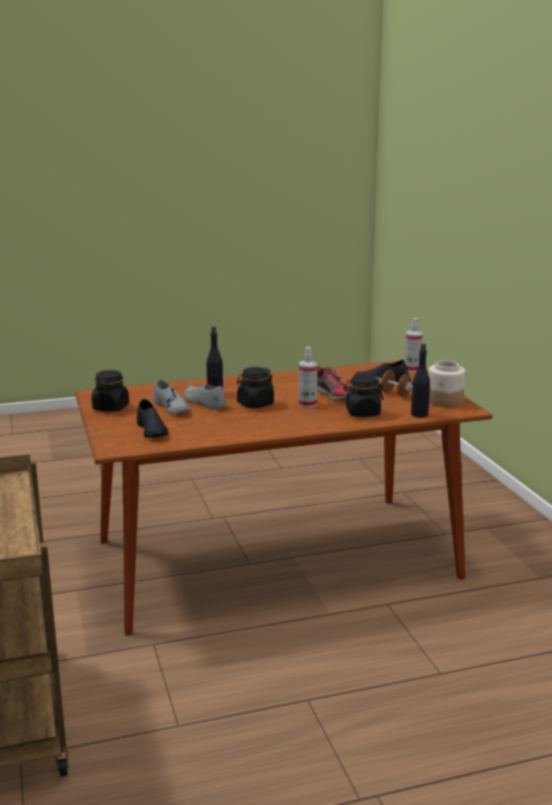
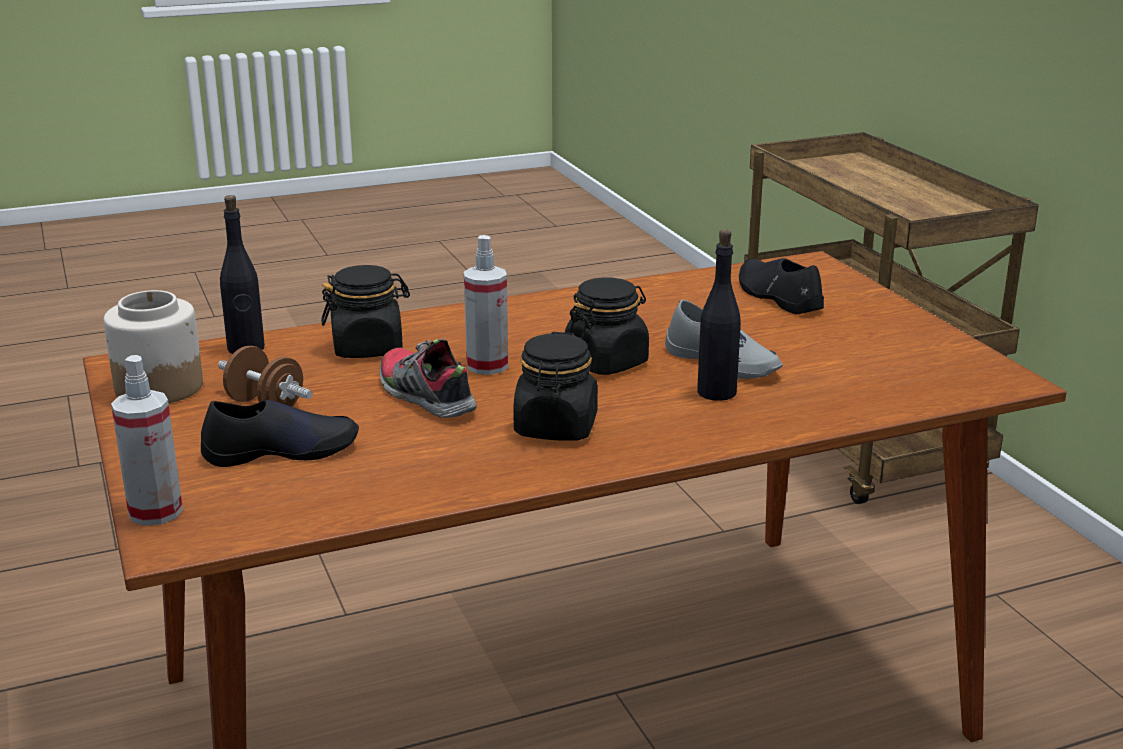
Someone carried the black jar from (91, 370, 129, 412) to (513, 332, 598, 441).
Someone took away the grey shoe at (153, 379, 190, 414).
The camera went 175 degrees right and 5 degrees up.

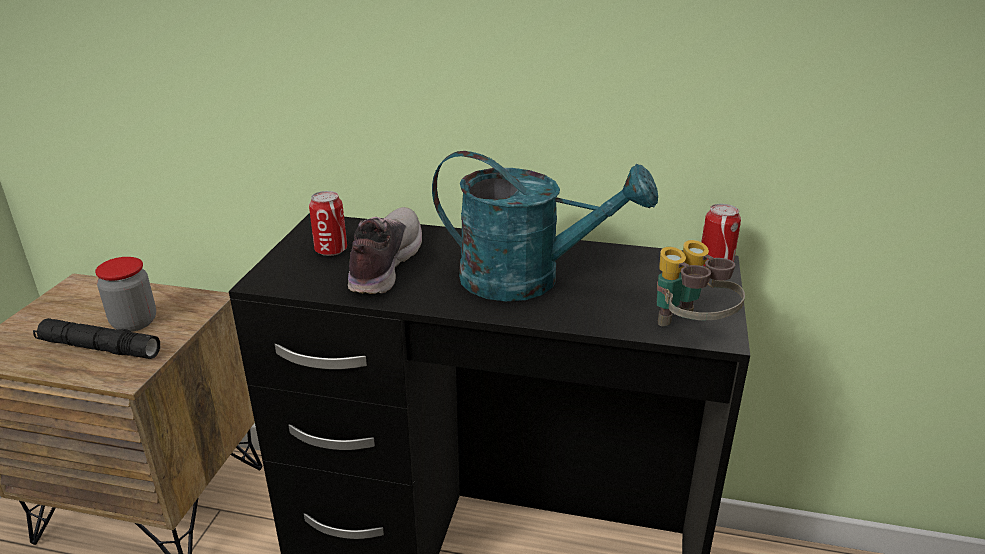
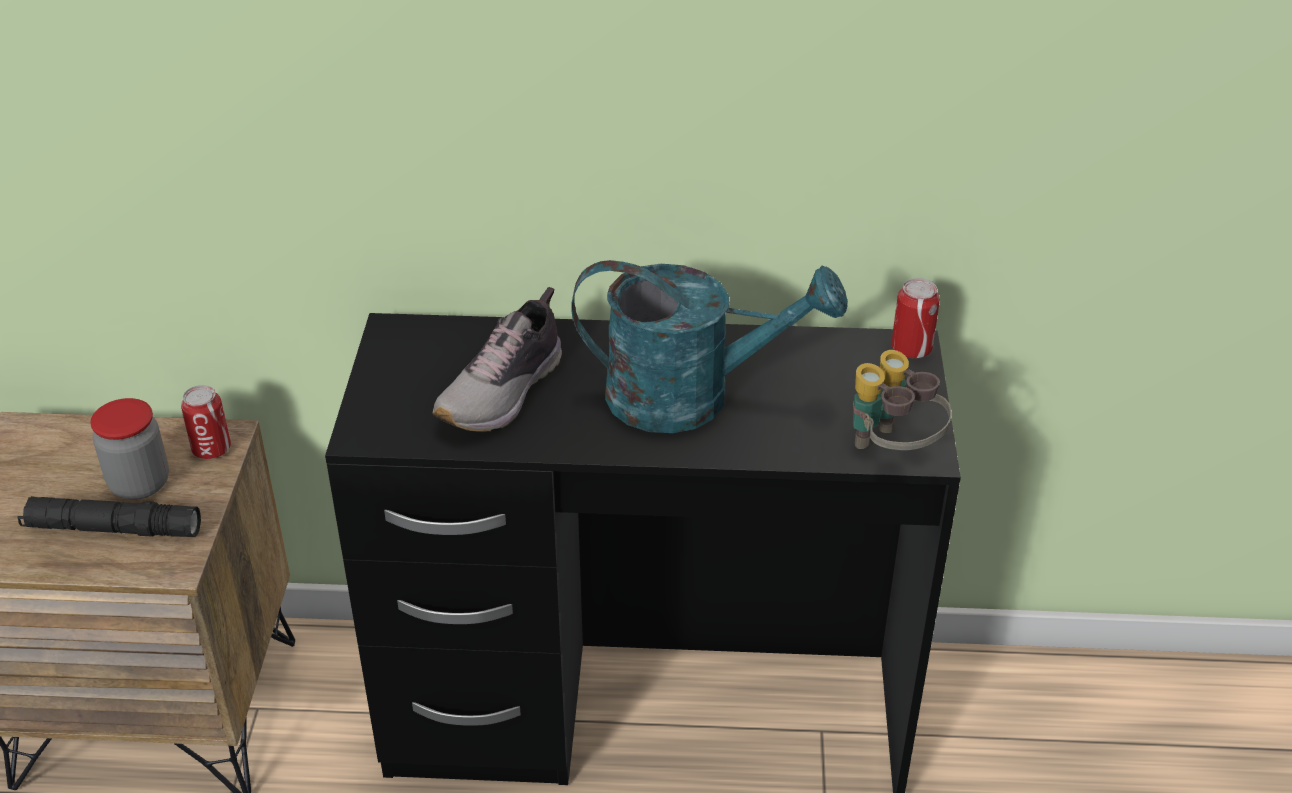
Someone carried the can from (309, 191, 347, 256) to (181, 385, 231, 459).
Someone rotated the shoe at (348, 207, 422, 294) by 150 degrees counterclockwise.
The camera went 10 degrees left and 10 degrees up.

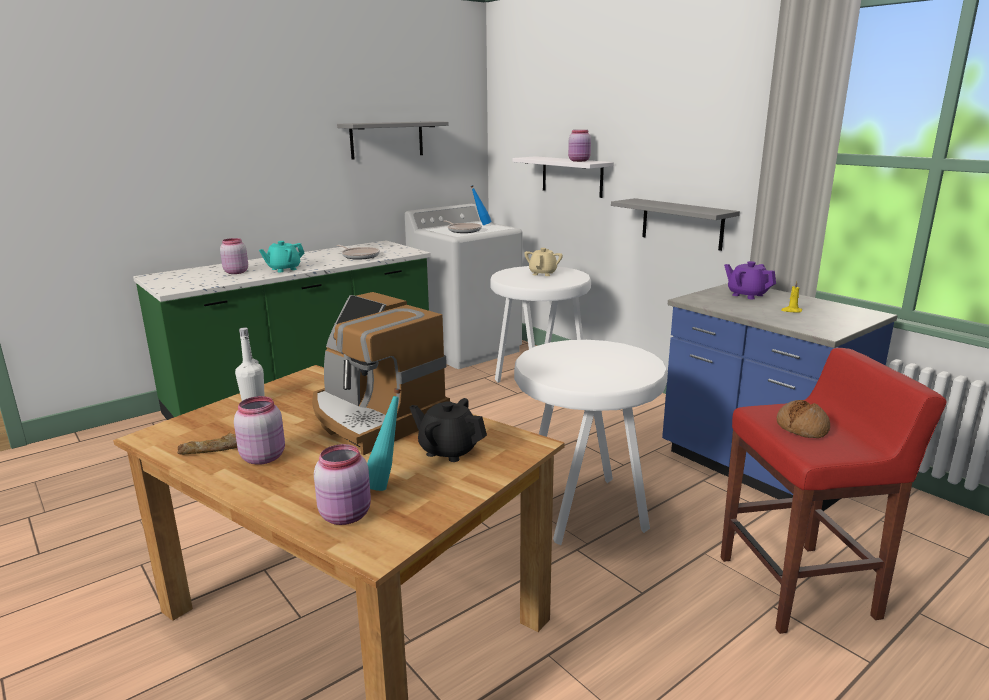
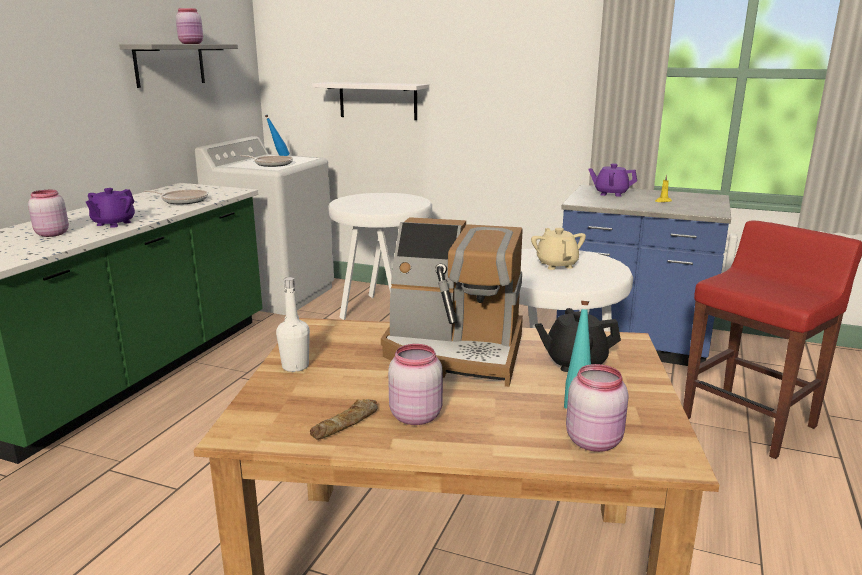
Someone repainted the turquoise teapot at (259, 241, 305, 272), which became the purple teapot at (86, 188, 135, 228).
Someone carried the pink jar from (568, 130, 591, 162) to (176, 8, 203, 44).
Someone carried the beige teapot from (524, 248, 563, 276) to (531, 228, 586, 270).
Someone took away the grey shelf at (611, 198, 740, 251).
Someone took away the bread at (777, 400, 830, 438).
The camera went 30 degrees left and 0 degrees up.

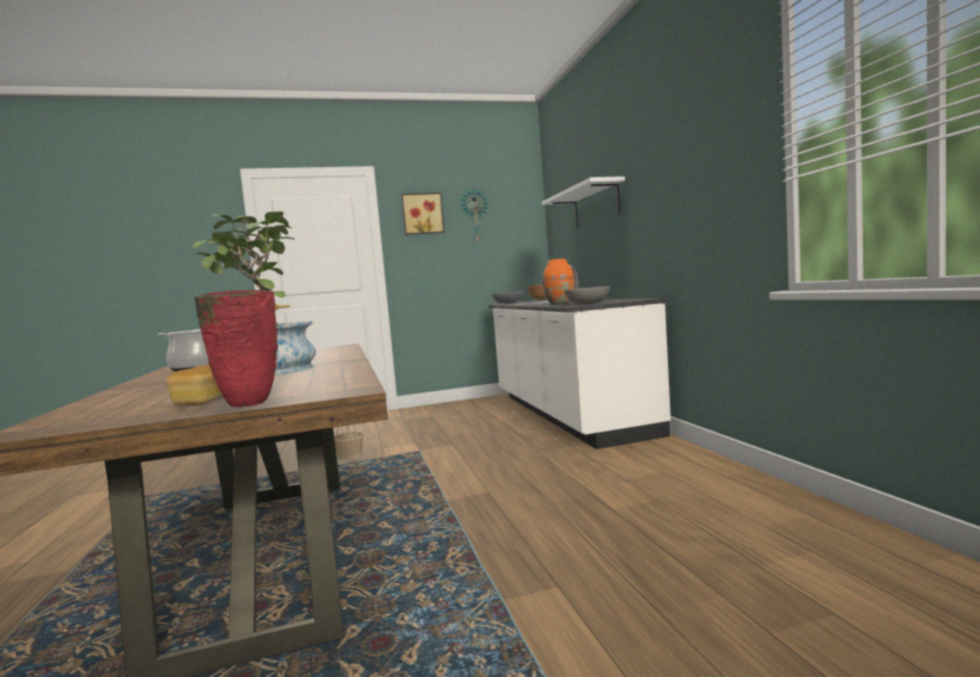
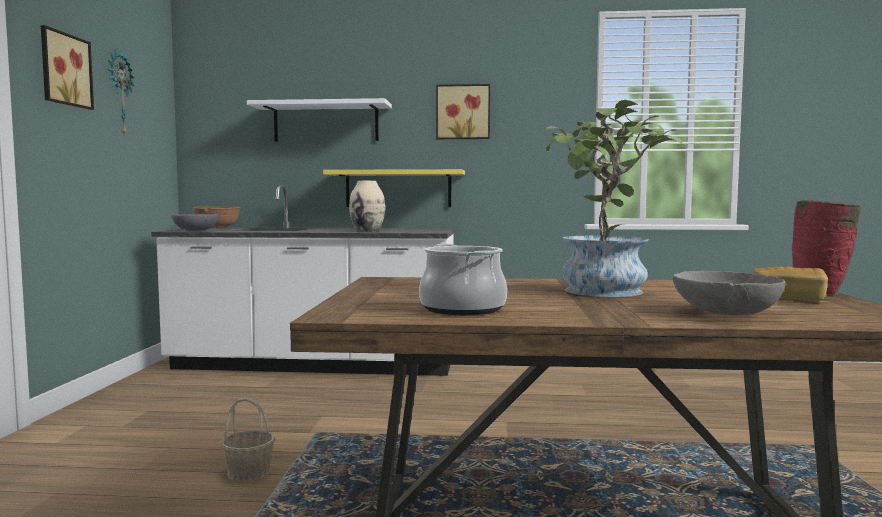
Someone put up the yellow shelf at (323, 169, 465, 207).
Someone repainted the orange vase at (543, 259, 575, 305), which became the beige vase at (349, 181, 385, 232).
Someone put up the picture at (436, 84, 490, 139).
Someone carried the grey bowl from (564, 286, 610, 304) to (673, 271, 785, 315).
The camera went 70 degrees left and 0 degrees up.

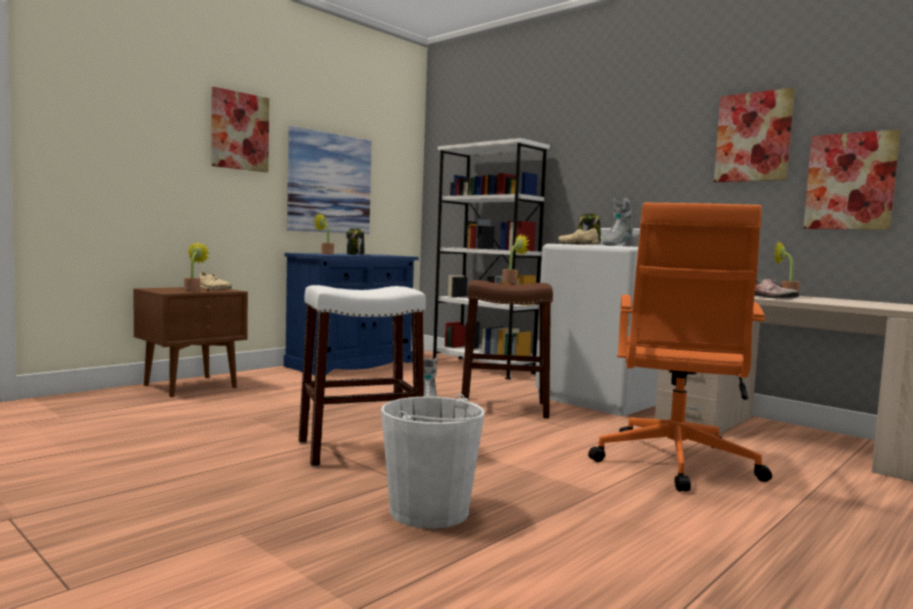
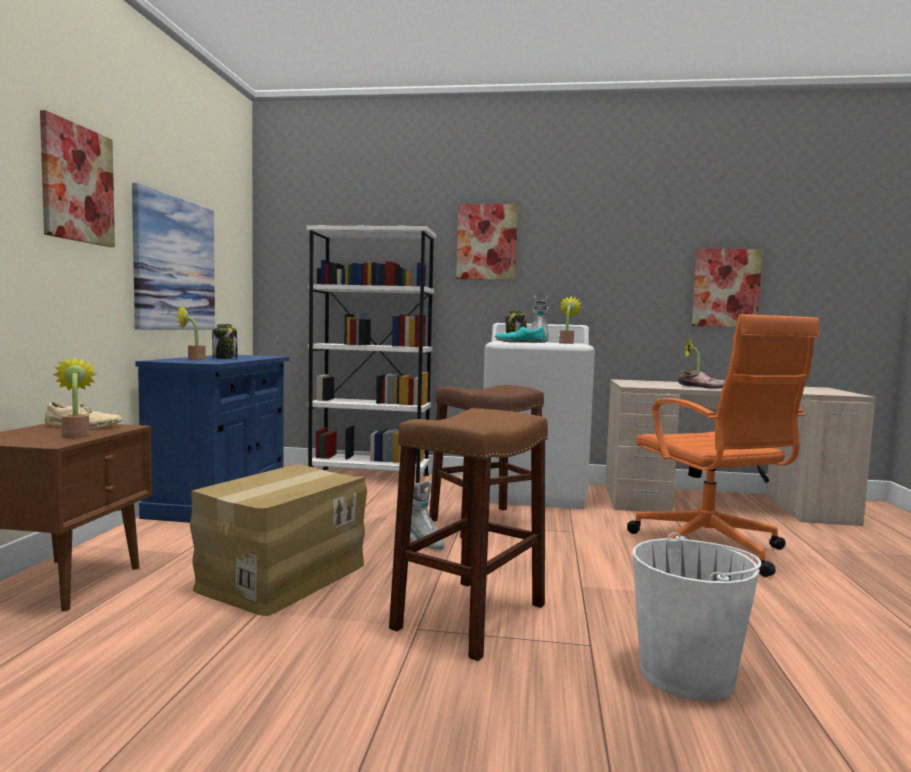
Someone put down the cardboard box at (190, 464, 367, 616).
Someone repainted the white stool at (299, 285, 426, 467), which became the brown stool at (389, 409, 548, 661).
Someone carried the picture from (714, 88, 795, 182) to (456, 204, 518, 280).
Someone repainted the beige shoe at (558, 228, 599, 245), which became the turquoise shoe at (495, 326, 545, 343).
Someone carried the potted plant from (502, 233, 530, 284) to (559, 296, 582, 344).
The camera went 35 degrees left and 0 degrees up.

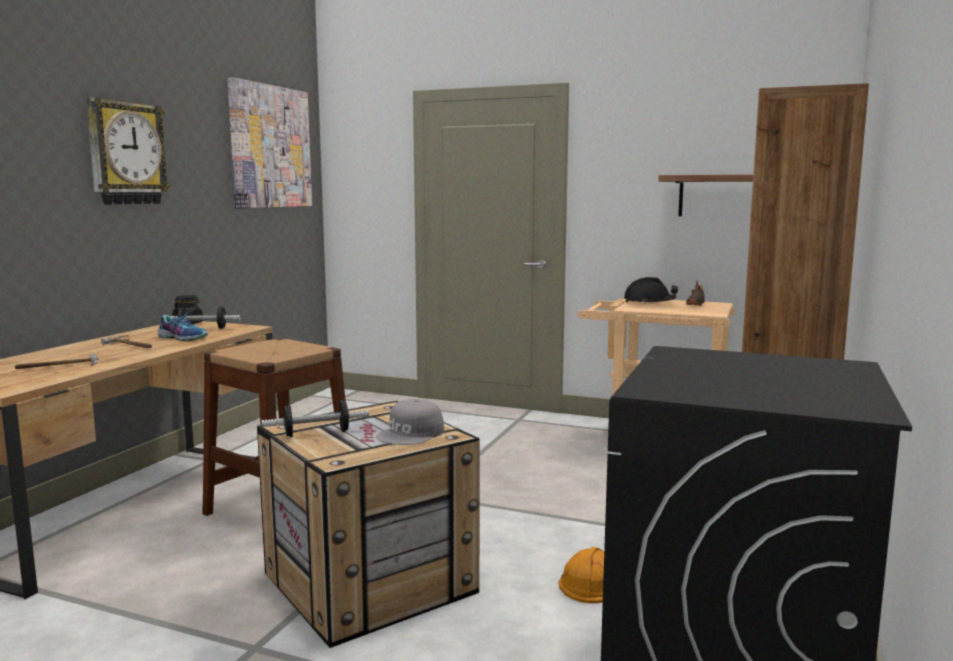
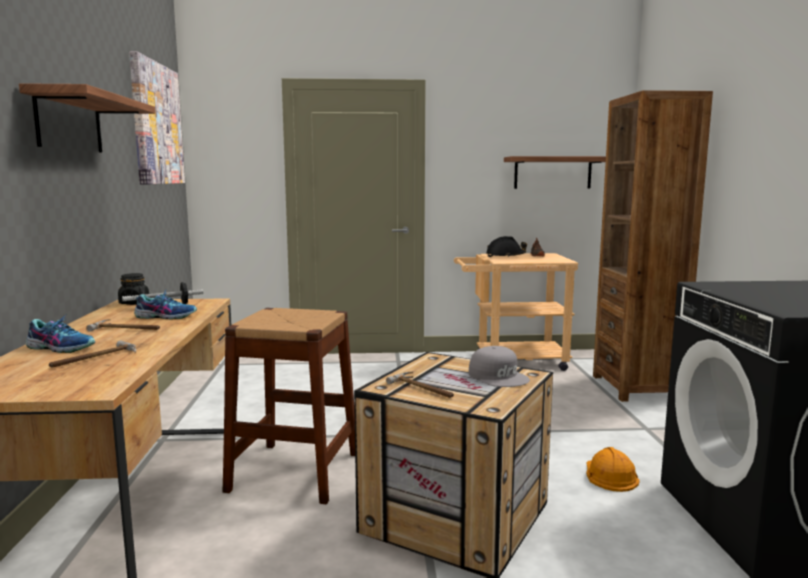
Someone swapped the wall clock at (86, 98, 170, 205) for the shelf at (19, 83, 155, 153).
Someone put down the shoe at (26, 314, 95, 353).
Someone swapped the dumbbell at (262, 400, 369, 437) for the hammer at (386, 372, 454, 398).
Someone rotated the grey cap at (376, 399, 444, 445) by 45 degrees counterclockwise.
The camera went 25 degrees left and 0 degrees up.

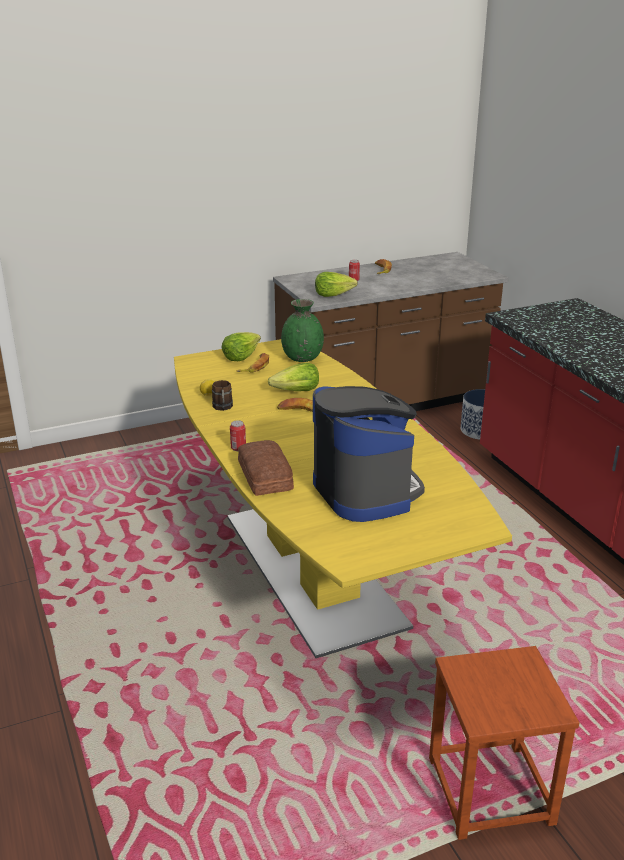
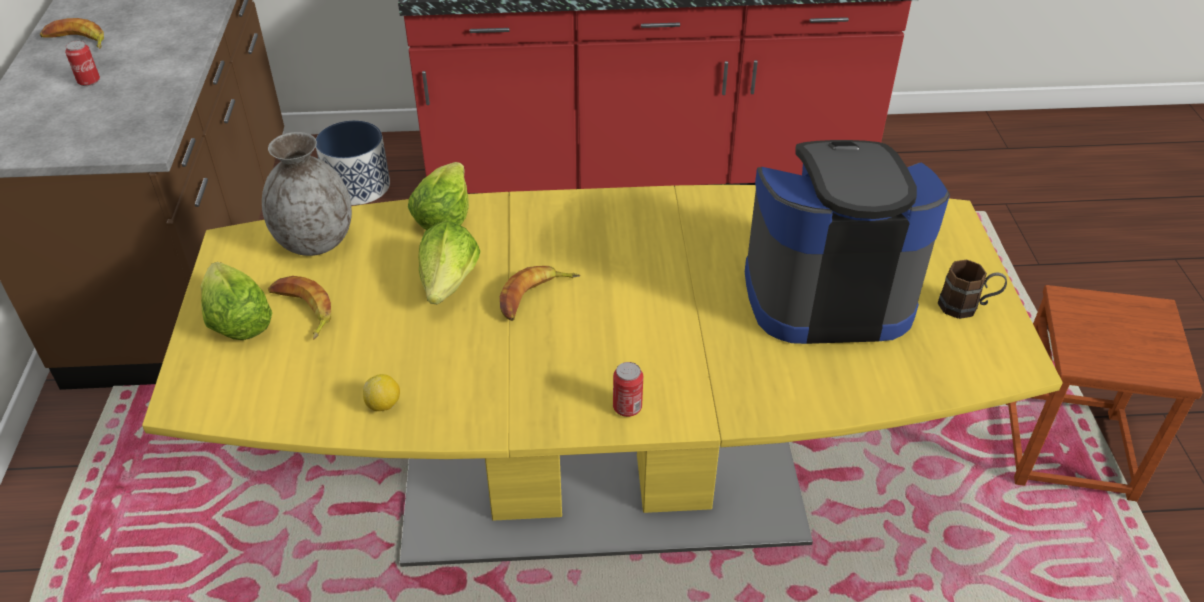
Someone repainted the green vase at (281, 299, 324, 362), which became the grey vase at (262, 132, 352, 256).
Someone carried the lettuce from (315, 272, 358, 297) to (408, 162, 469, 230).
Someone carried the brown mug from (212, 380, 233, 411) to (938, 259, 1007, 319).
Someone took away the bread at (238, 440, 294, 496).
The camera went 70 degrees left and 15 degrees up.

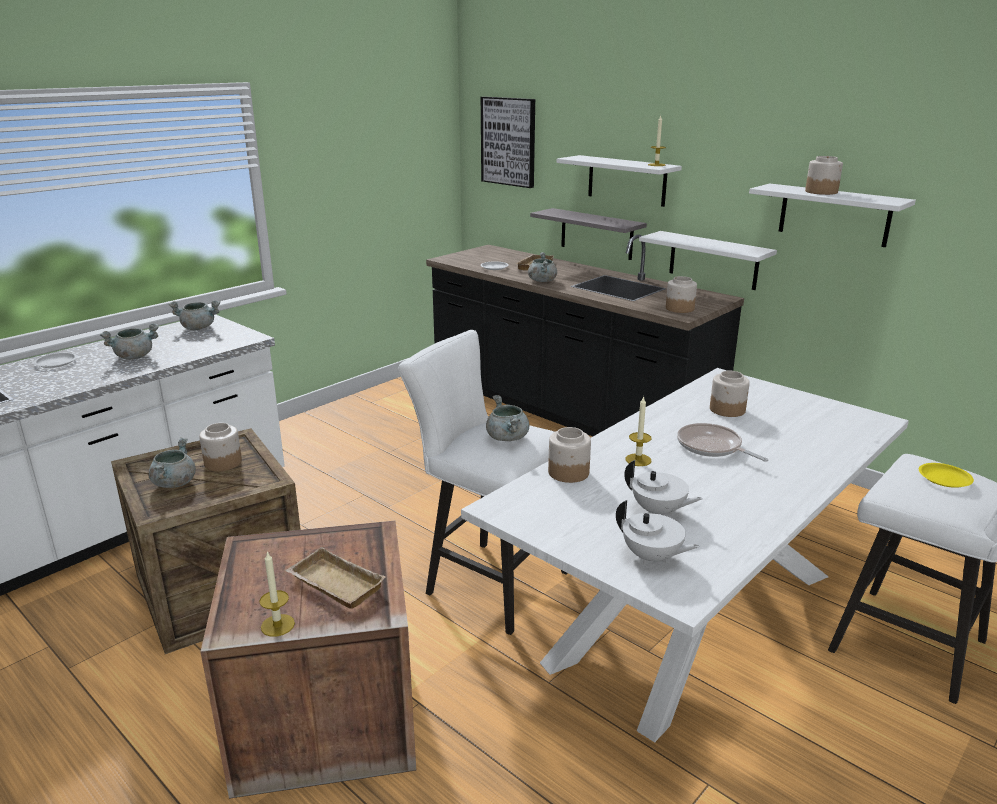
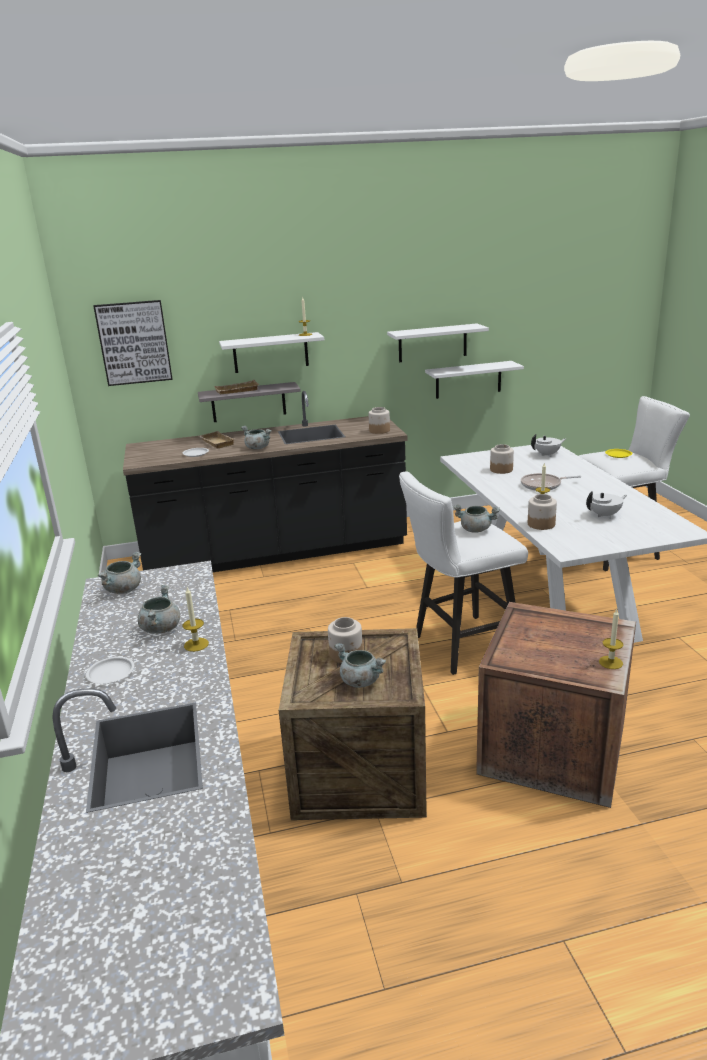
Someone put down the candle at (182, 587, 209, 652).
Someone carried the beige tray from (285, 547, 385, 609) to (214, 380, 259, 394).
Someone carried the white shelf from (639, 231, 777, 290) to (425, 361, 524, 399).
Someone carried the white teapot from (616, 500, 699, 565) to (531, 434, 566, 457).
Someone took away the jar at (805, 156, 843, 195).
The camera went 55 degrees left and 0 degrees up.

